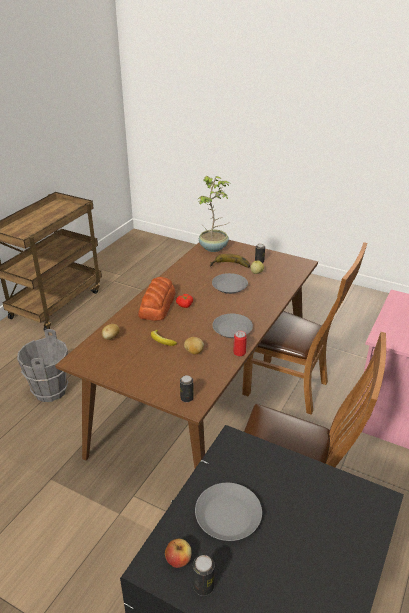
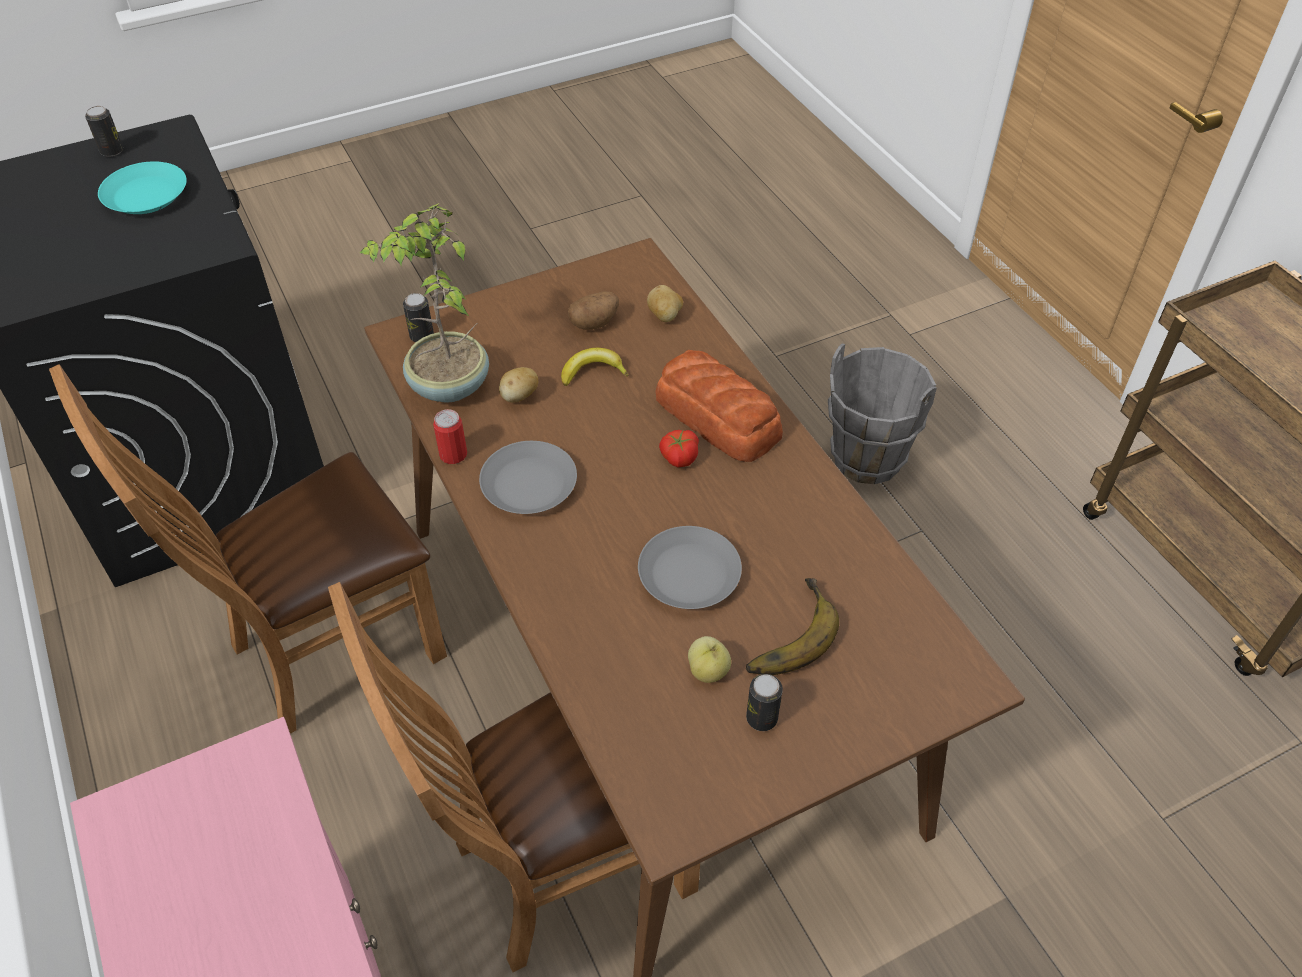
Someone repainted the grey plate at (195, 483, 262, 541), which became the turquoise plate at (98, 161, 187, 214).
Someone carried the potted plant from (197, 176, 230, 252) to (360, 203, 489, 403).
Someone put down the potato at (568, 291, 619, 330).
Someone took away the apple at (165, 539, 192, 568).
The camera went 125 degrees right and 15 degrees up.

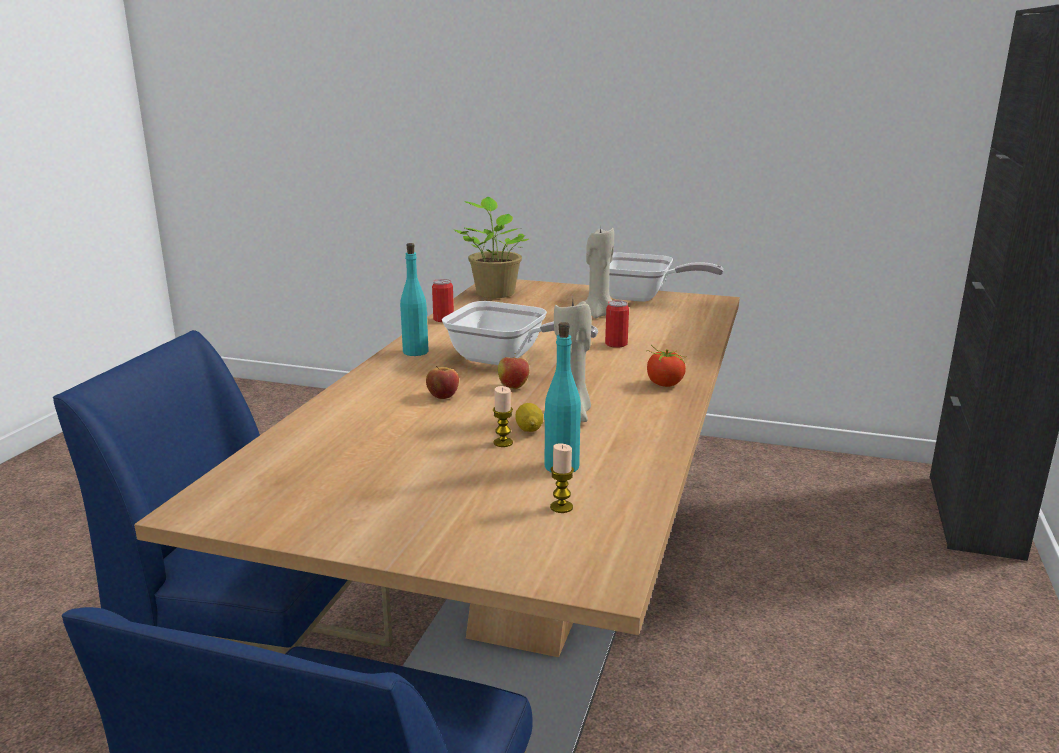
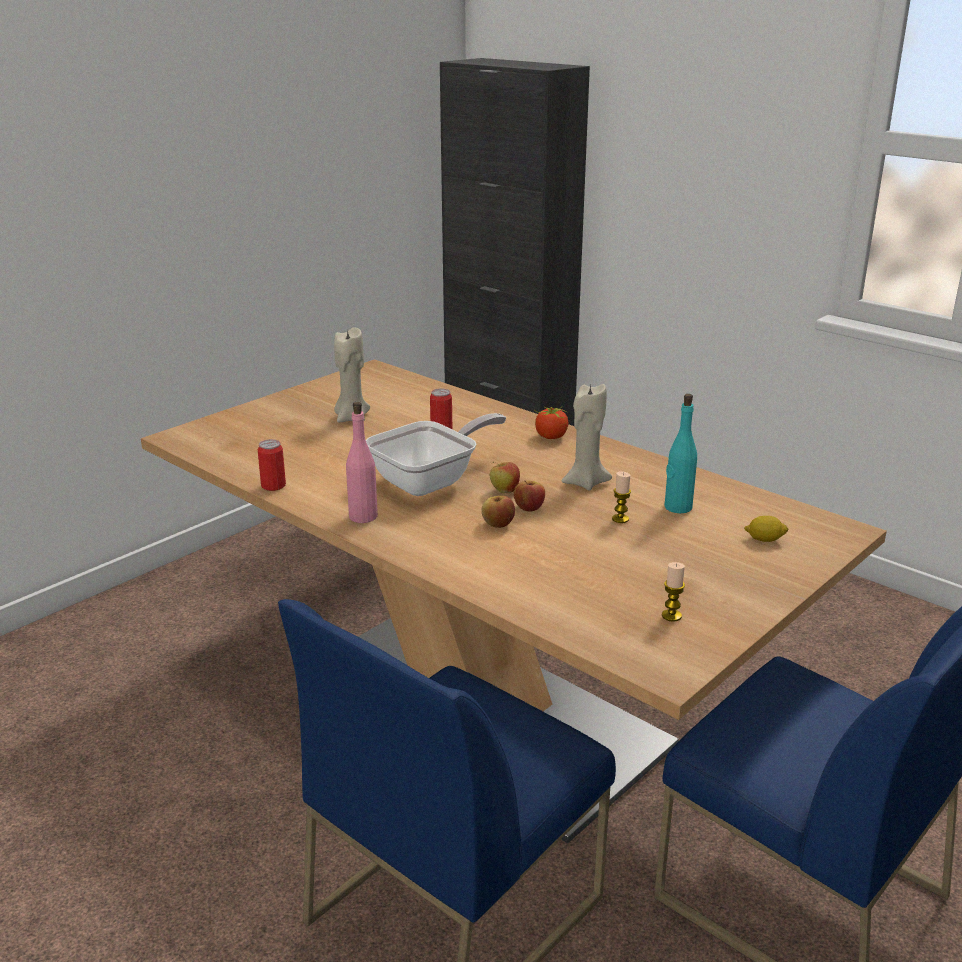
Someone repainted the turquoise bottle at (400, 243, 429, 356), which became the pink bottle at (346, 402, 378, 523).
Someone put down the apple at (514, 480, 545, 512).
Someone carried the candle from (550, 443, 574, 513) to (662, 562, 685, 622).
Someone carried the lemon from (515, 403, 543, 432) to (744, 516, 789, 542).
Someone took away the potted plant at (454, 197, 529, 298).
Someone took away the frying pan at (609, 252, 724, 302).
The camera went 65 degrees left and 5 degrees up.

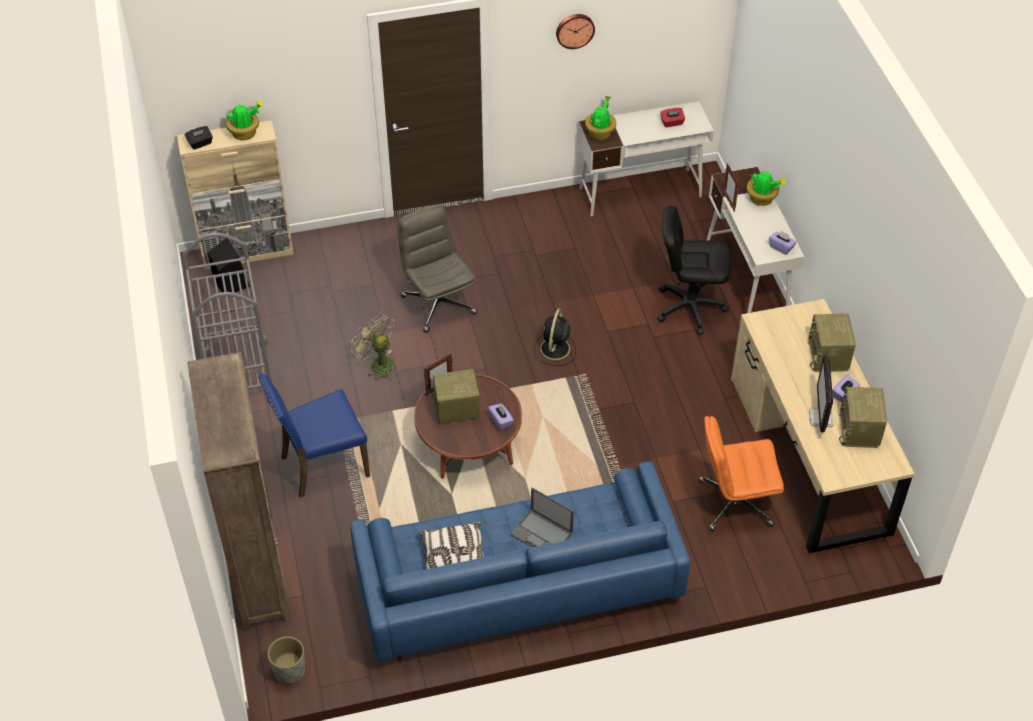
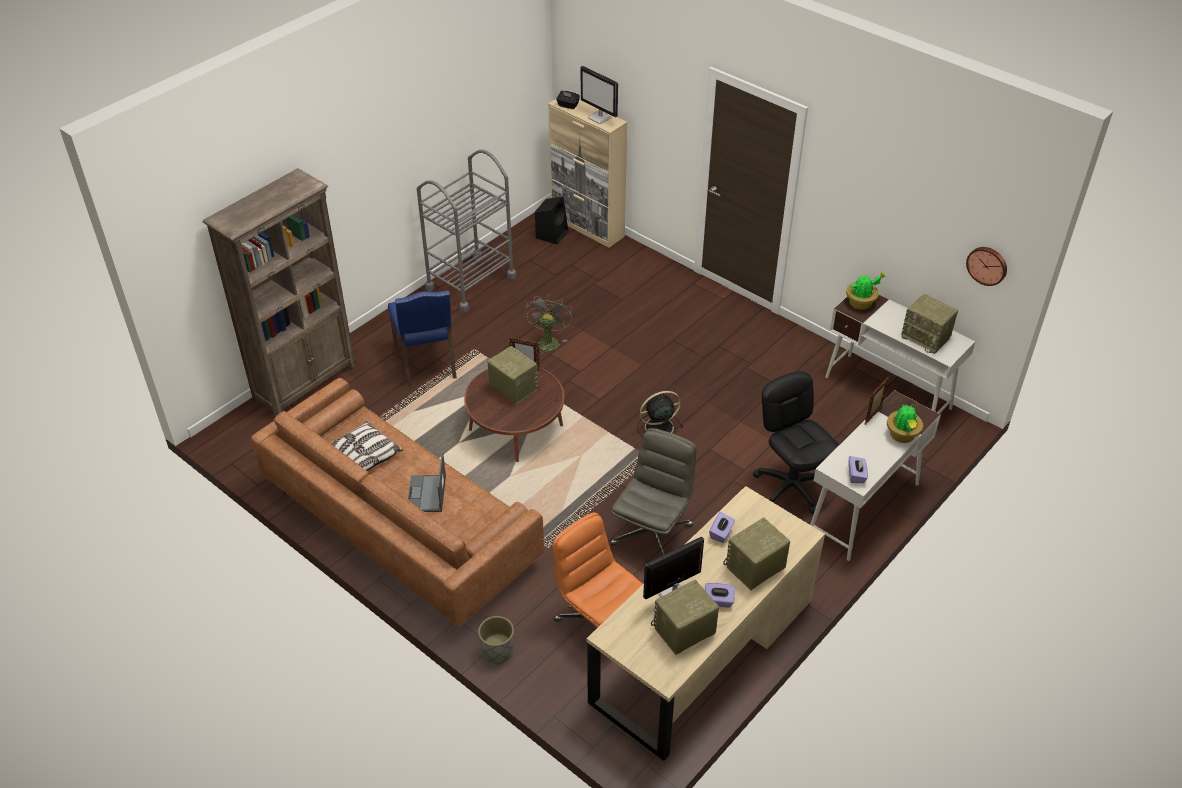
Someone repainted the blue sofa at (350, 461, 690, 661), which became the brown sofa at (251, 378, 544, 627).
Someone rotated the blue chair at (258, 373, 370, 498) by 135 degrees counterclockwise.
Someone carried the grey planter from (268, 636, 306, 684) to (478, 616, 514, 664).
Someone repainted the green fan at (351, 313, 395, 380), which became the grey fan at (525, 294, 572, 355).
Someone swapped the potted plant at (226, 101, 264, 140) for the monitor at (581, 66, 618, 124).
Someone carried the grey office chair from (398, 204, 477, 333) to (610, 428, 697, 555).
Someone carried the purple tissue box from (488, 403, 514, 430) to (709, 512, 735, 543).
Someone swapped the red tissue box at (660, 108, 685, 127) for the radio at (901, 294, 958, 354).
Someone carried the wall clock from (556, 14, 595, 49) to (966, 247, 1007, 286).
The camera went 55 degrees right and 5 degrees down.

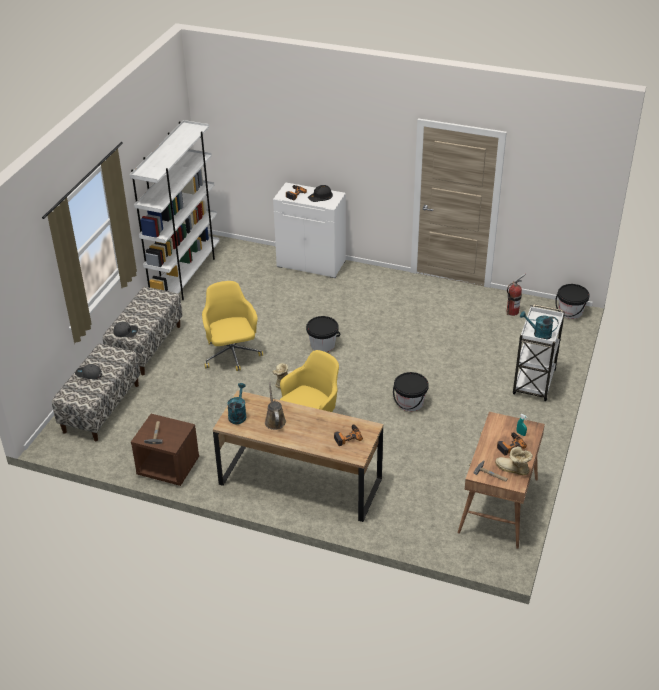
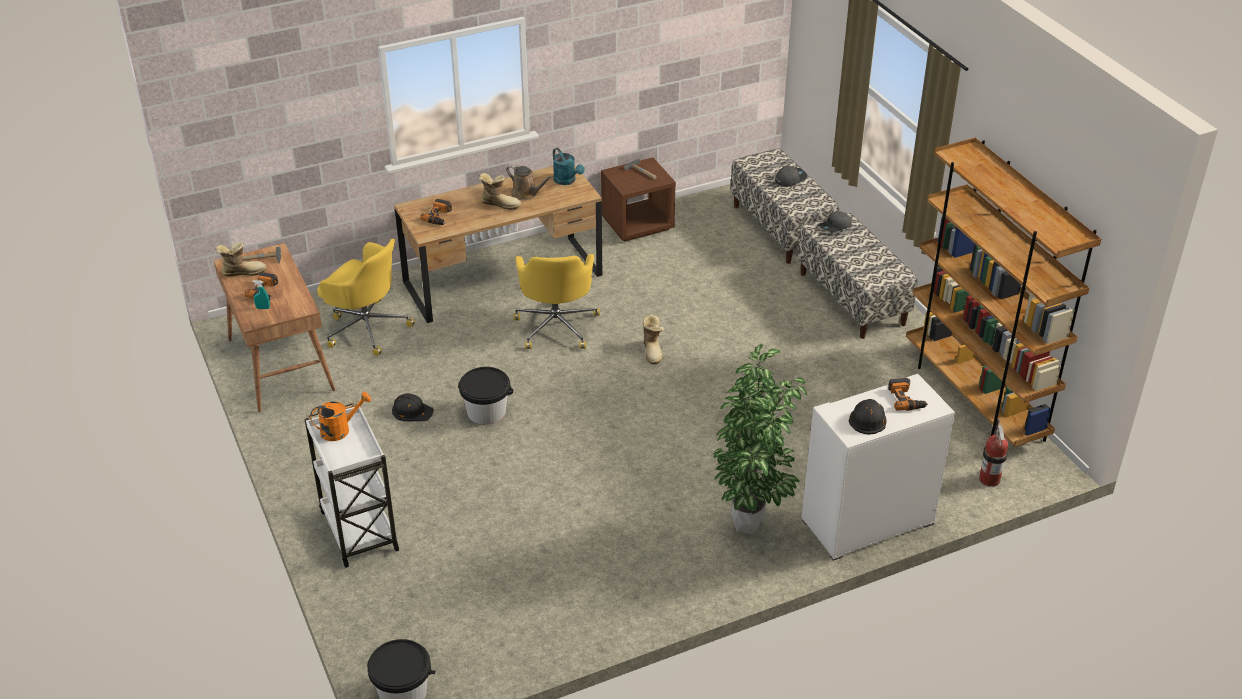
Someone repainted the turquoise watering can at (520, 311, 558, 340), which became the orange watering can at (310, 392, 371, 441).
Someone carried the yellow office chair from (202, 281, 263, 371) to (317, 239, 415, 356).
Someone put down the black hard hat at (392, 393, 434, 422).
Someone put down the boot at (478, 173, 521, 210).
Someone put down the potted plant at (712, 344, 807, 534).
Someone repainted the white bookcase at (130, 120, 220, 300), which became the brown bookcase at (906, 138, 1101, 447).
Someone carried the fire extinguisher from (507, 273, 526, 316) to (979, 419, 1008, 486).
Someone took away the black bucket at (306, 316, 340, 352).
The camera went 135 degrees right and 0 degrees up.

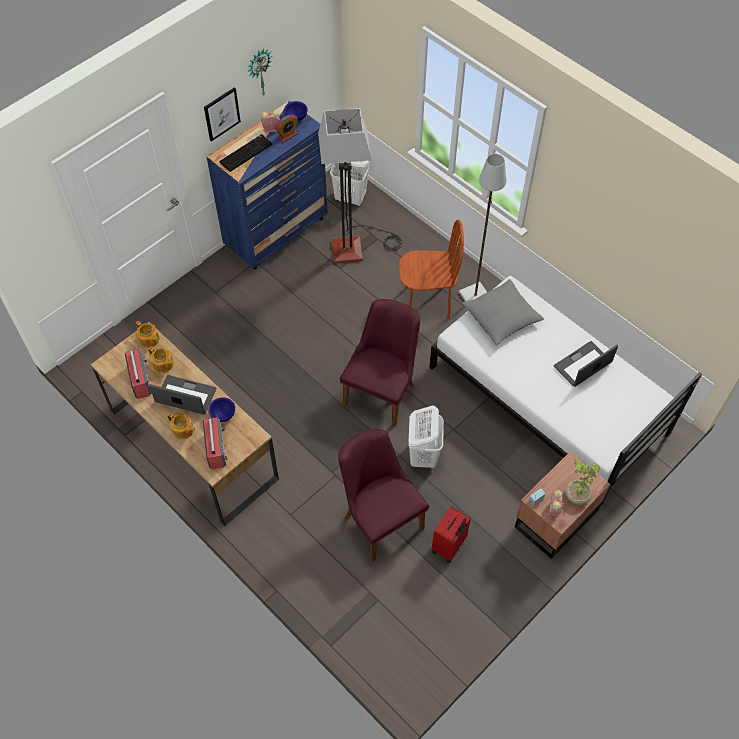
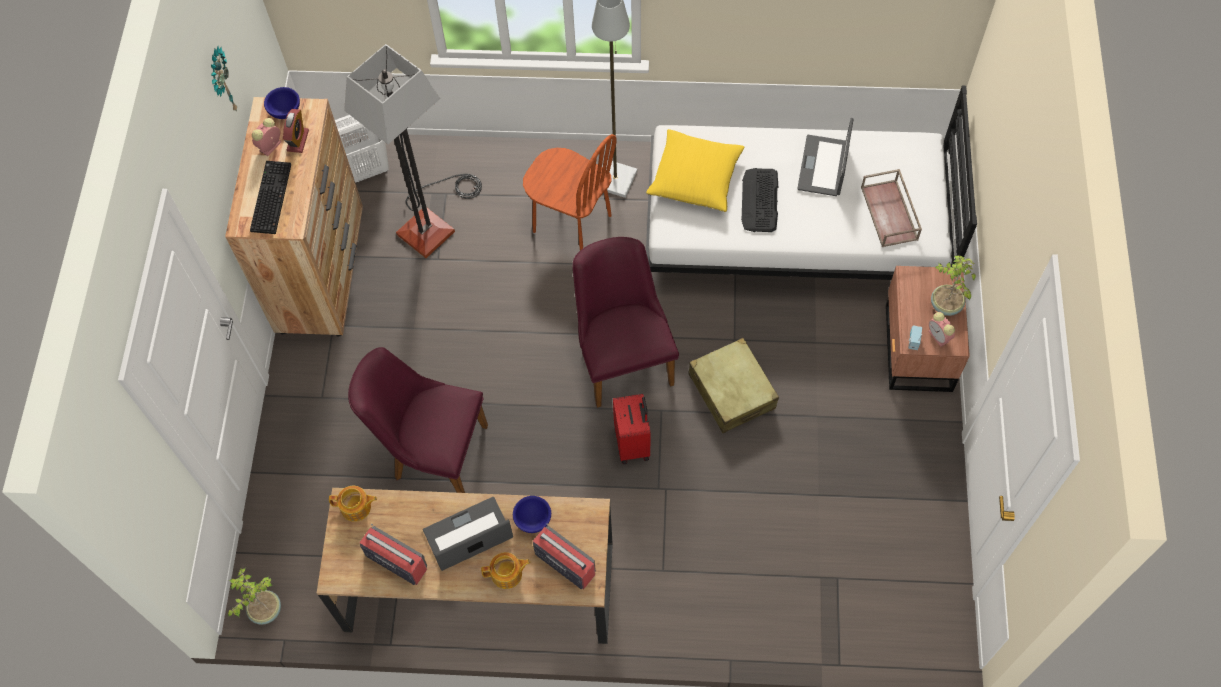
Someone repainted the blue dresser at (206, 101, 328, 270), which became the brown dresser at (225, 97, 363, 336).
Someone put down the potted plant at (228, 568, 281, 625).
Someone carried the purple chair from (338, 429, 429, 561) to (348, 347, 488, 493).
Someone rotated the brown chair at (399, 220, 464, 319) by 75 degrees clockwise.
Someone carried the red suitcase from (432, 507, 471, 563) to (613, 394, 651, 464).
Someone repainted the grey pillow at (462, 279, 544, 345), which became the yellow pillow at (646, 129, 744, 212).
Someone swapped the white laundry basket at (409, 405, 444, 468) for the beige suitcase at (688, 338, 779, 433).
Someone put down the keyboard at (741, 168, 778, 232).
Someone put down the brown tray at (861, 169, 922, 247).
Someone took away the teapot at (148, 347, 174, 373).
Someone took away the picture at (204, 87, 241, 142).
The camera went 40 degrees left and 5 degrees up.

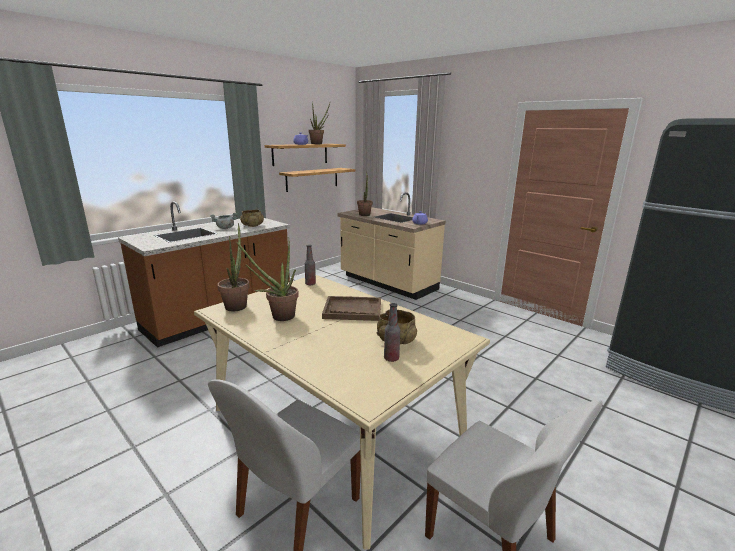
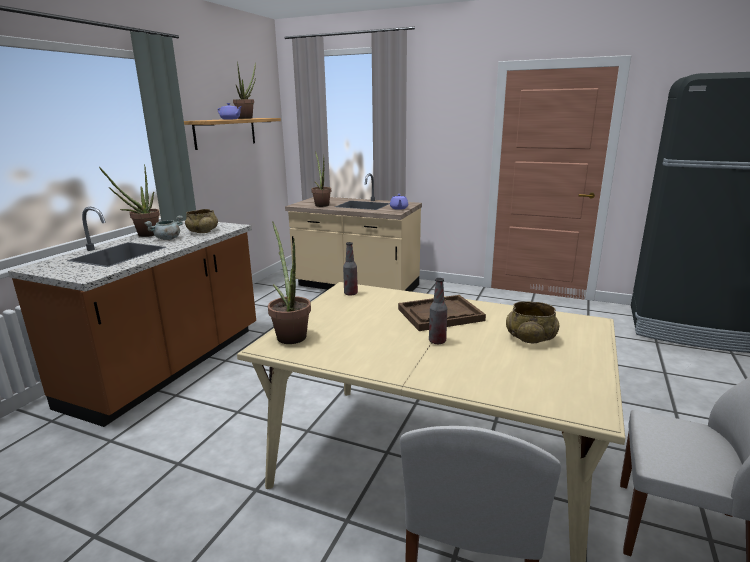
Someone carried the potted plant from (237, 241, 299, 321) to (99, 164, 160, 237).
Someone carried the bottle from (384, 303, 400, 362) to (429, 278, 447, 344).
Someone took away the shelf at (279, 168, 355, 192).
The camera went 20 degrees left and 0 degrees up.

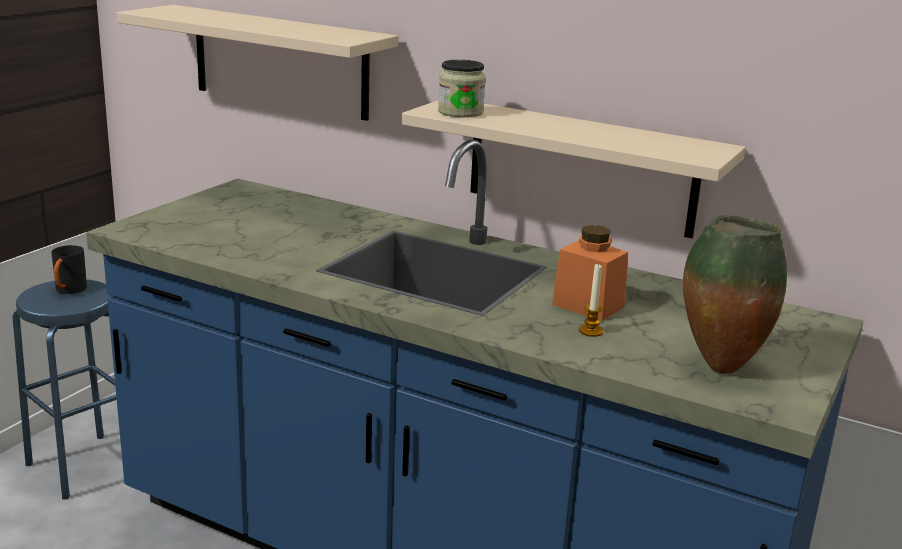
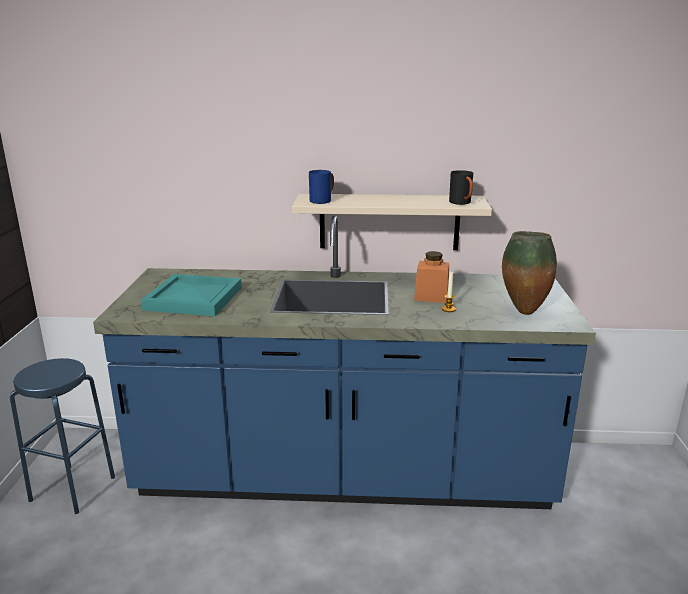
Someone put down the turquoise tray at (141, 274, 242, 316).
Someone swapped the jar at (438, 60, 486, 117) for the blue mug at (309, 170, 334, 204).
Someone carried the black mug from (51, 245, 87, 294) to (449, 170, 473, 205).
Someone took away the beige shelf at (117, 5, 398, 121).
The camera went 25 degrees left and 0 degrees up.

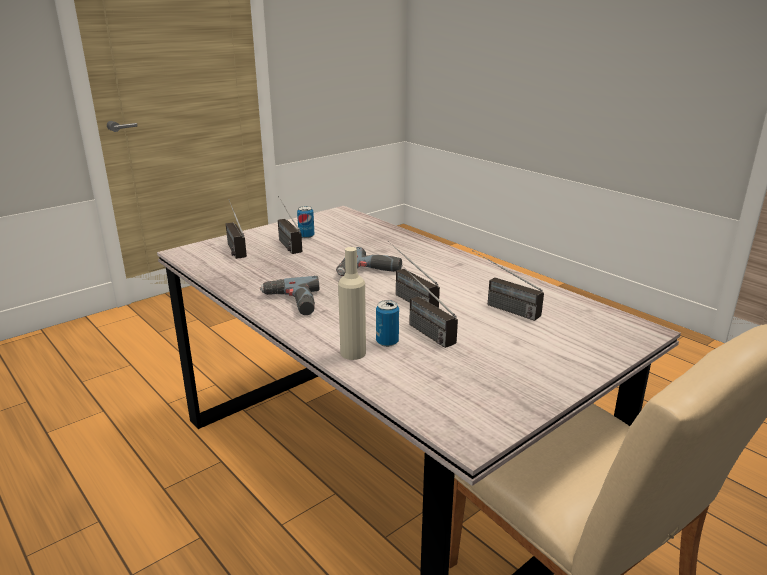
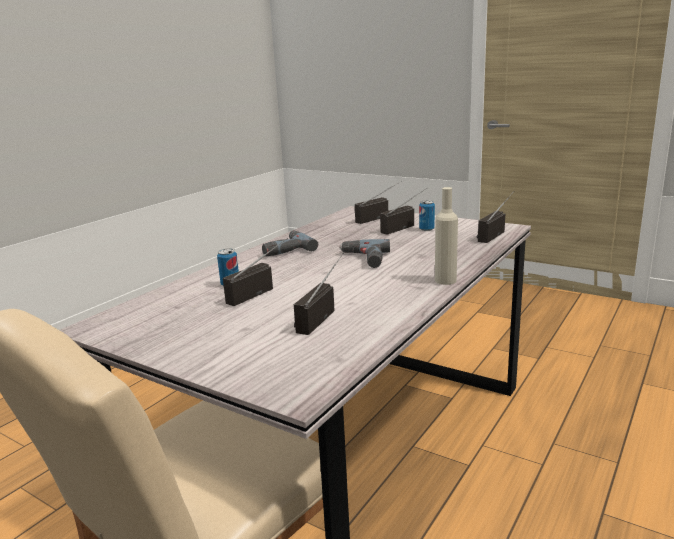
Someone carried the beige bottle from (338, 247, 366, 360) to (435, 187, 458, 285).
Someone carried the radio from (387, 241, 440, 308) to (477, 191, 514, 243).
The camera went 75 degrees right and 5 degrees down.

